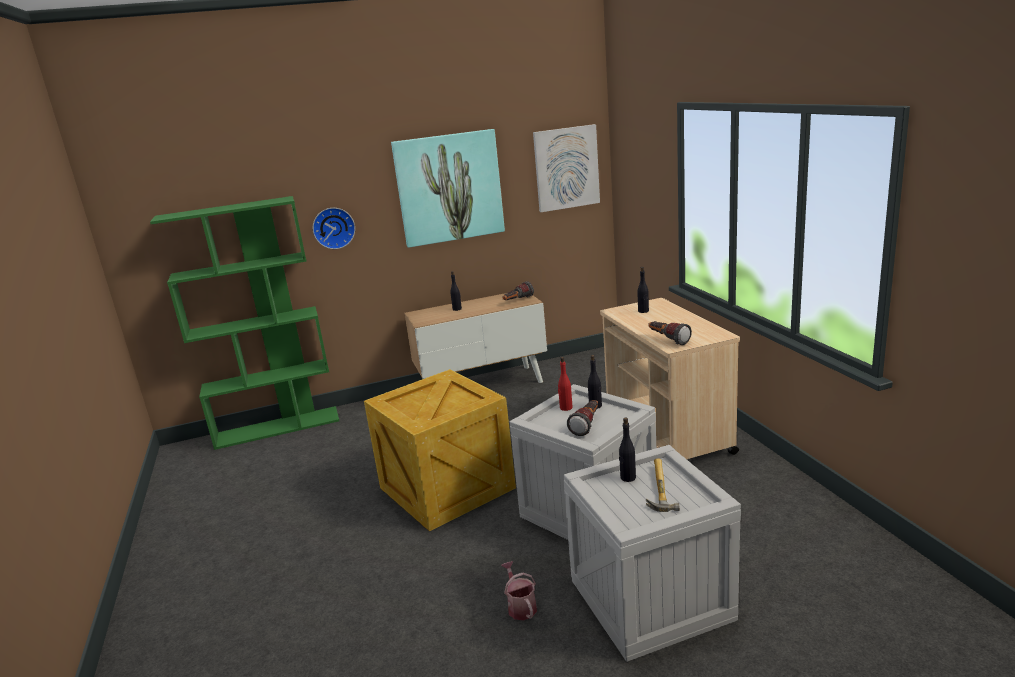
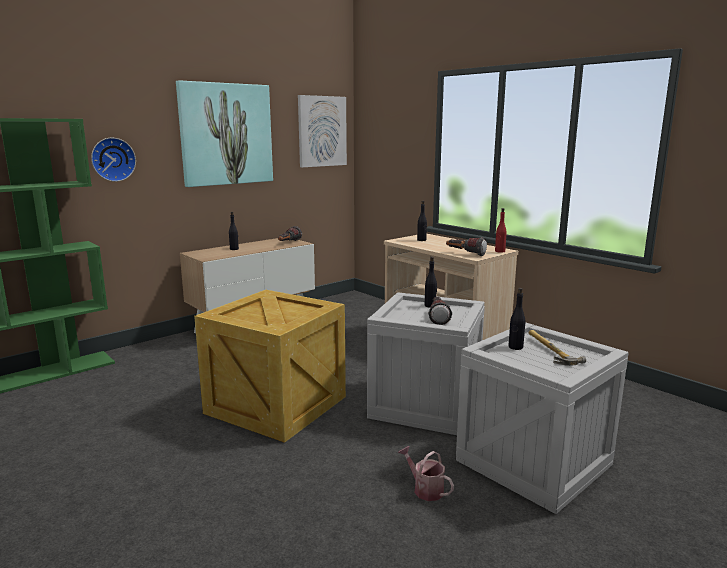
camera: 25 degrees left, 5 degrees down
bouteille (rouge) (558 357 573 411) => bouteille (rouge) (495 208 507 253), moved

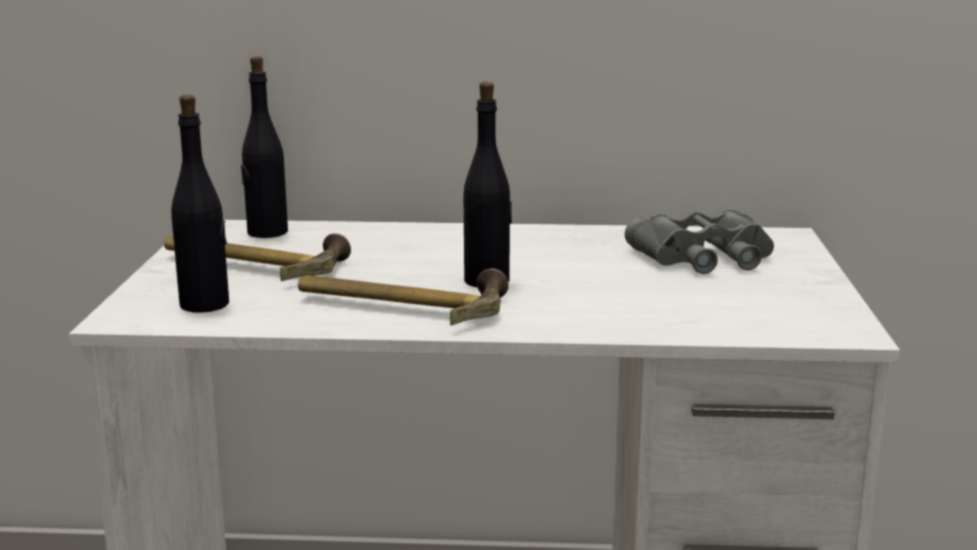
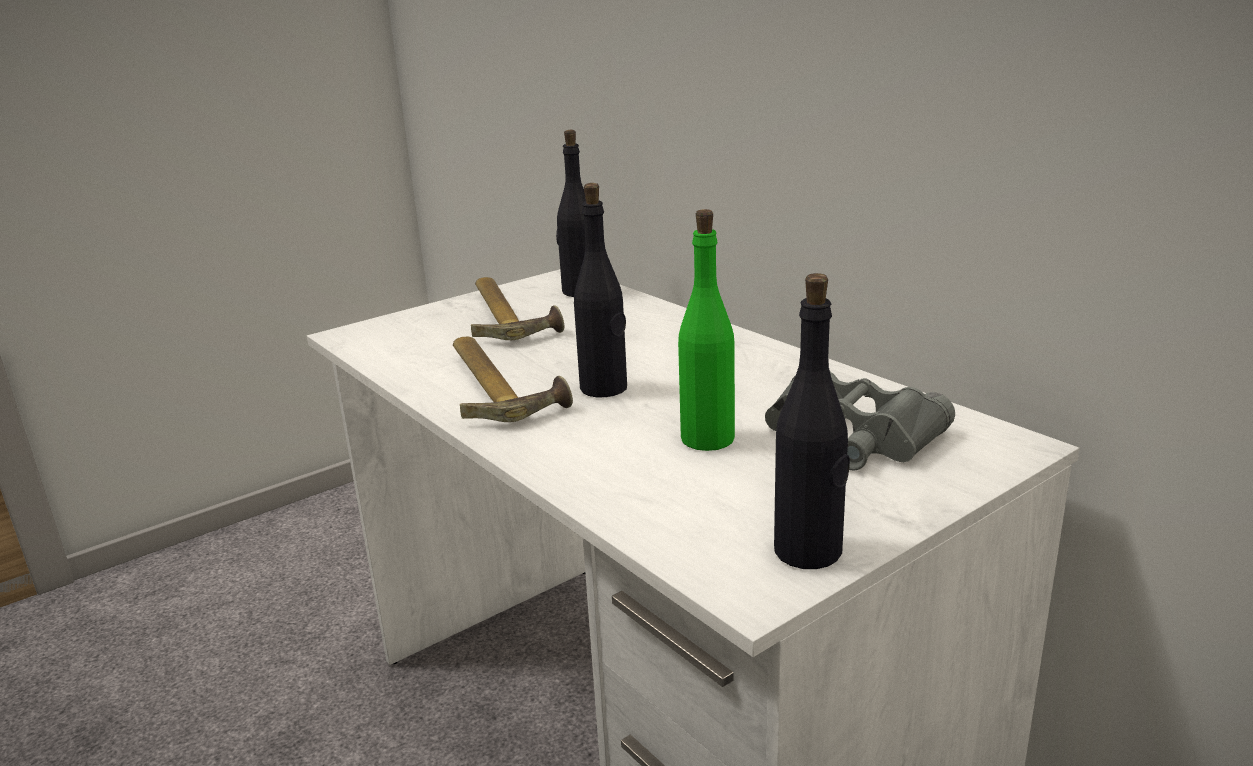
camera: 50 degrees right, 5 degrees up
nothing => bouteille (vert) (678 209 735 451)
bouteille (noir) (171 95 229 312) => bouteille (noir) (774 273 850 569), moved

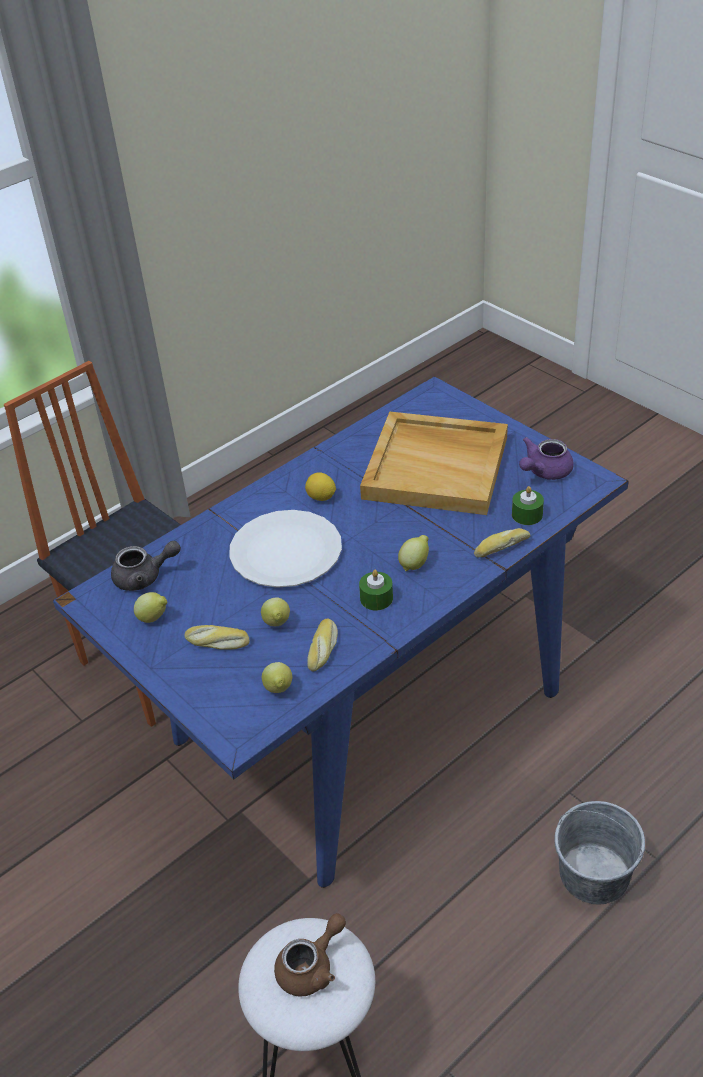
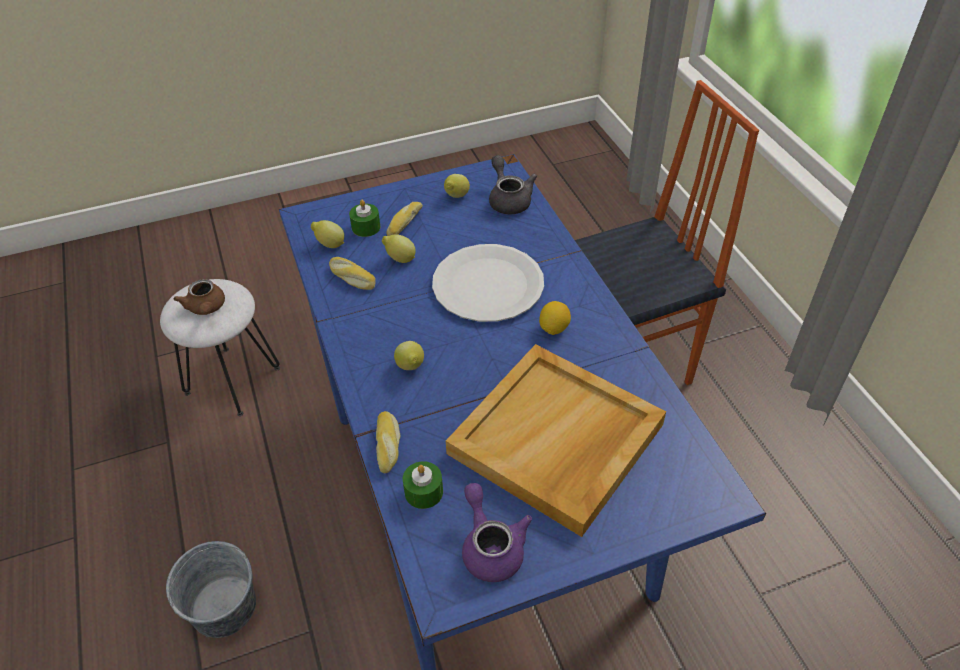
camera: 110 degrees right, 5 degrees up
bougie (vert) (359 570 393 610) => bougie (vert) (349 200 380 237), moved
théière (gris) (111 541 181 591) => théière (gris) (489 155 537 214), 150 degrees clockwise

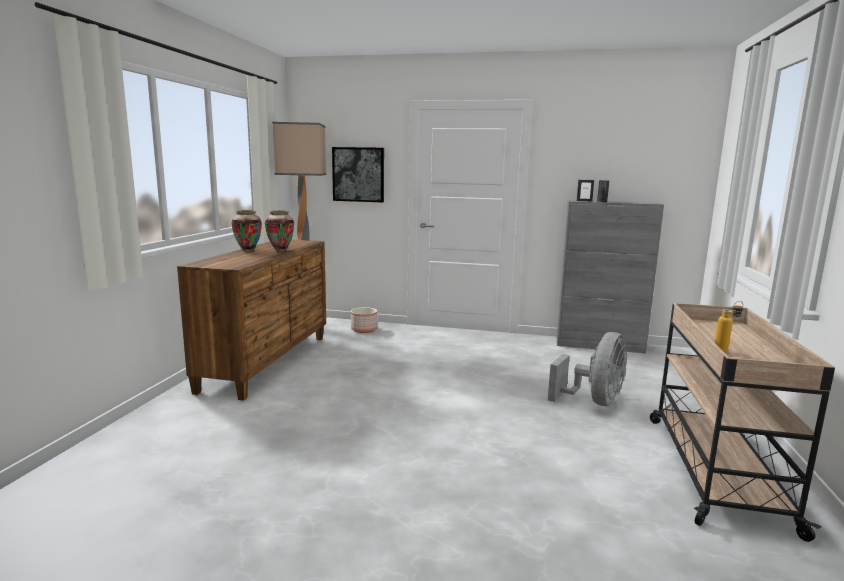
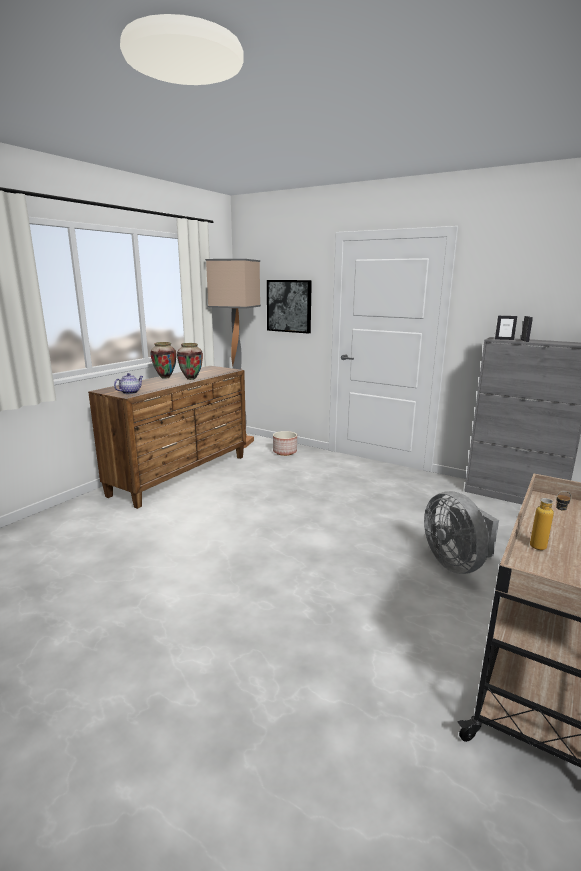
camera: 20 degrees right, 5 degrees up
nothing => théière (114 373 143 394)
ventilateur (gris) (548 332 627 406) => ventilateur (gris) (424 491 499 574), 105 degrees clockwise

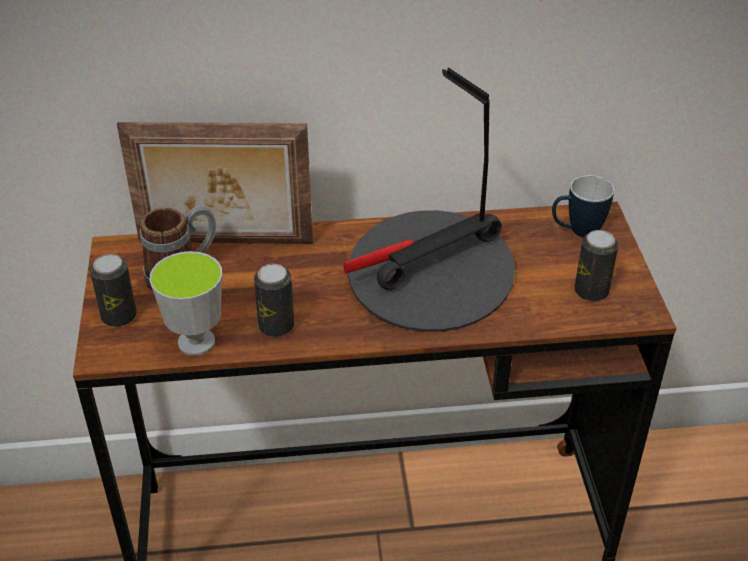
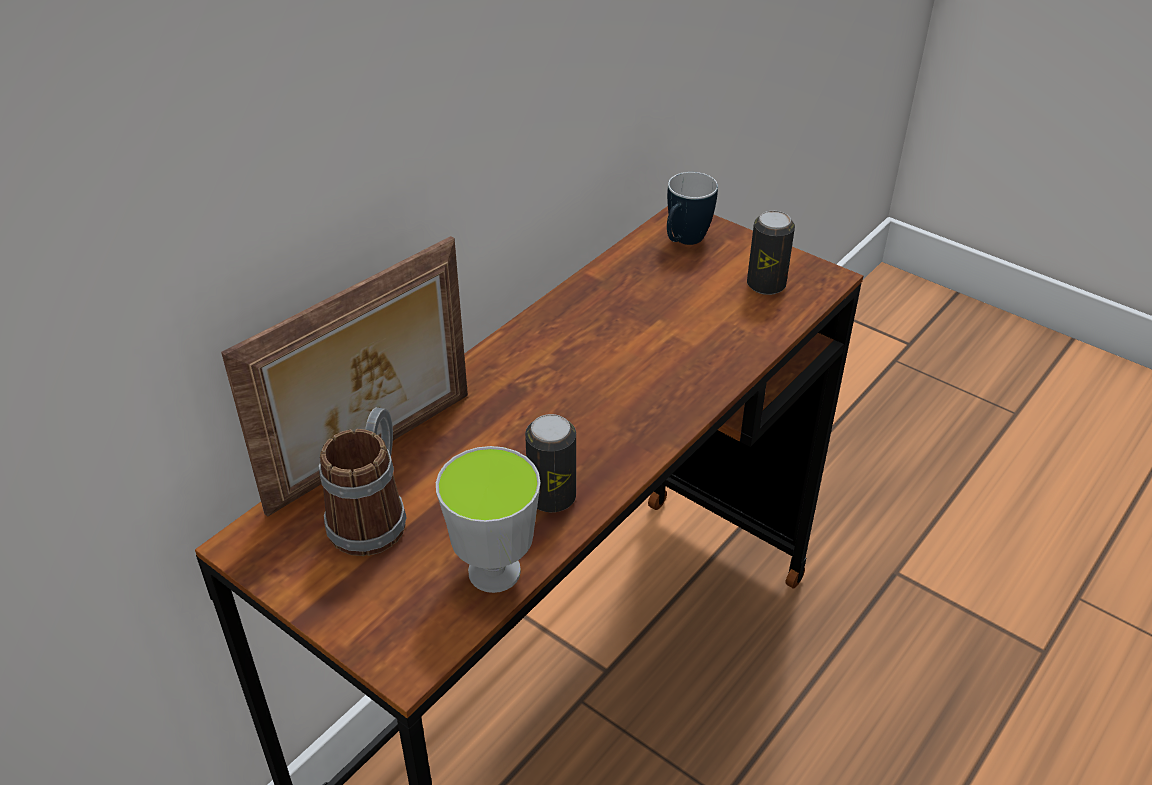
camera: 45 degrees left, 0 degrees up
boîte métallique (90 254 137 327) => nothing
lampe de table (344 67 515 332) => nothing

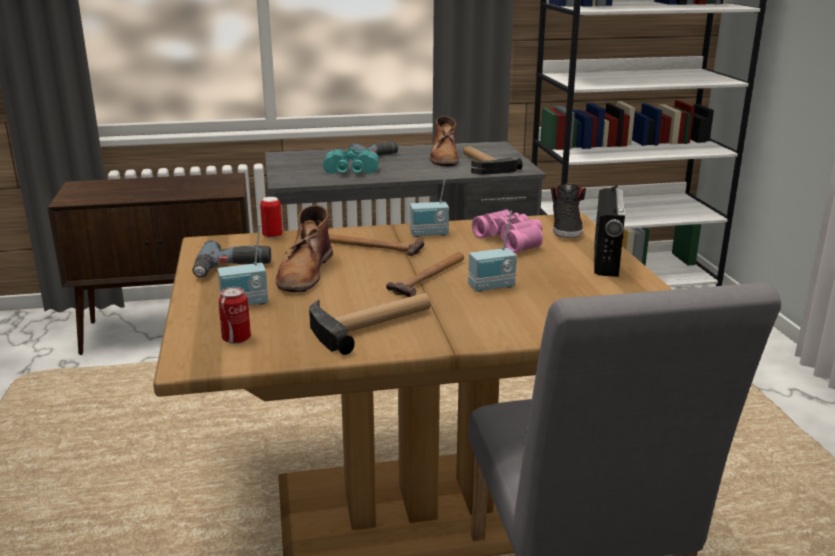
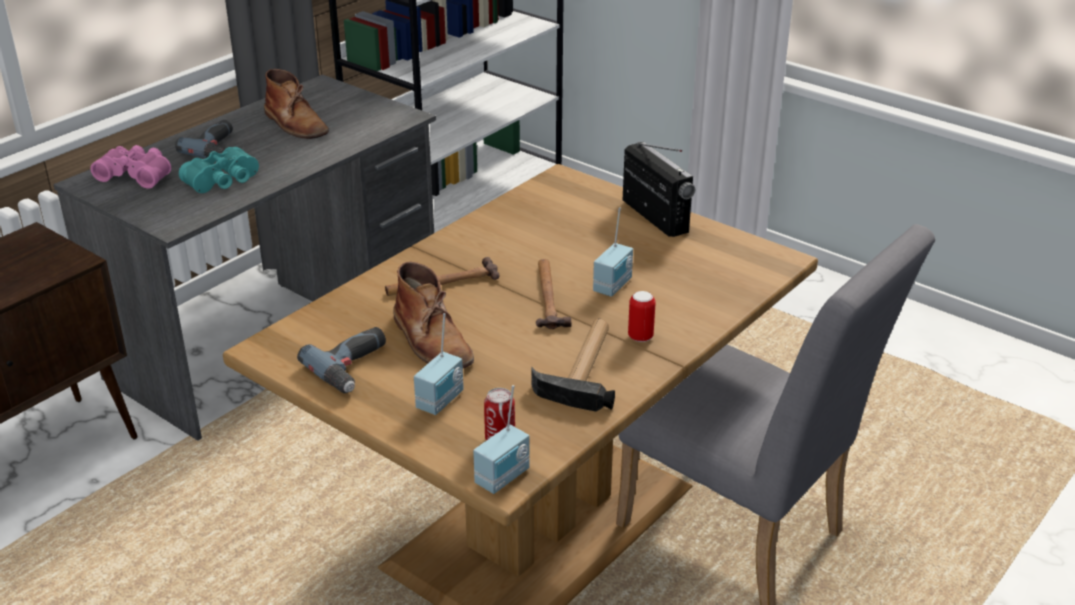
camera: 40 degrees left, 10 degrees up
jumelles (rose) (472 209 543 253) => jumelles (rose) (90 145 171 189), moved
radio (410 169 449 237) => radio (473 385 530 494), moved
boîte métallique (260 197 283 239) => boîte métallique (628 291 656 342), moved
marteau (463 146 523 175) => nothing
chaussure (noir) (551 183 586 238) => nothing

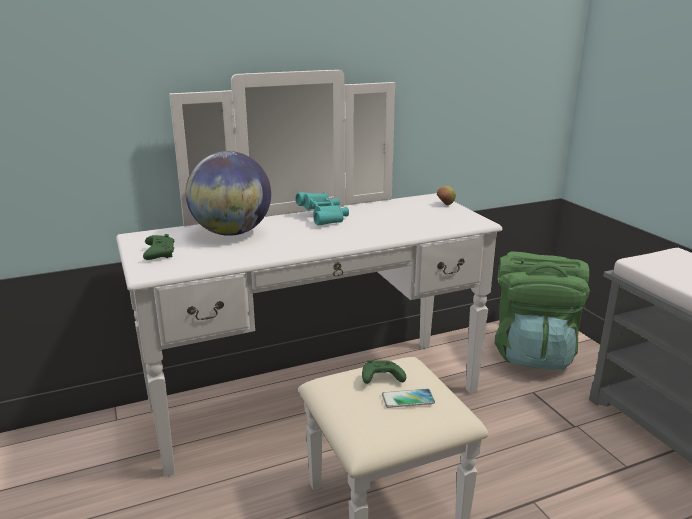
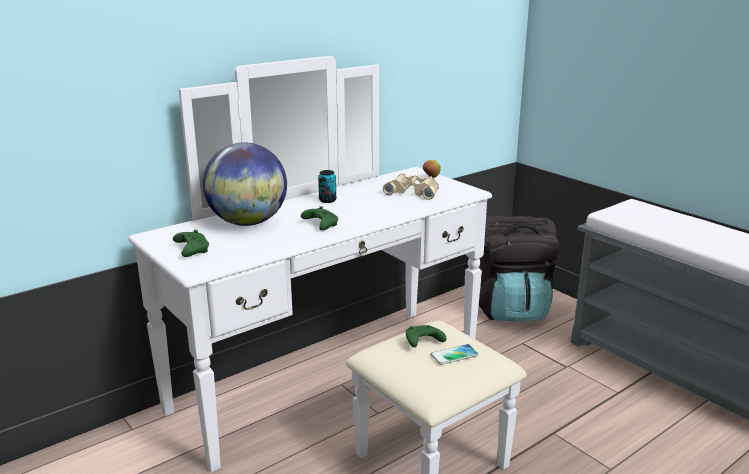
camera: 15 degrees left, 0 degrees up
nothing => manette (vert) (301 206 338 230)
jumelles (turquoise) (295 192 349 225) => boîte métallique (318 170 336 203)
nothing => jumelles (beige) (383 173 439 200)
sac à dos (vert) (494 251 590 370) => sac à dos (noir) (479 216 560 321)

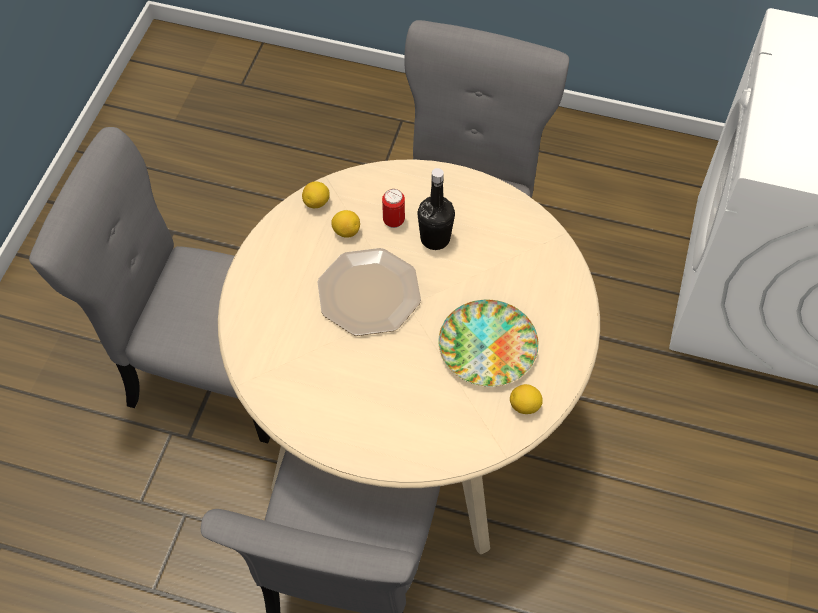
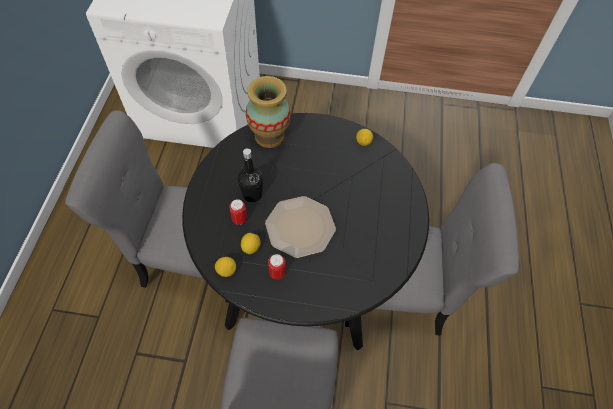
camera: 100 degrees left, 0 degrees up
table à manger (beige) (218 160 600 554) => table à manger (noir) (182 113 429 350)
nothing => vase (246 76 291 148)
nothing => boîte métallique (268 254 286 279)
assiette (438 300 539 386) => nothing

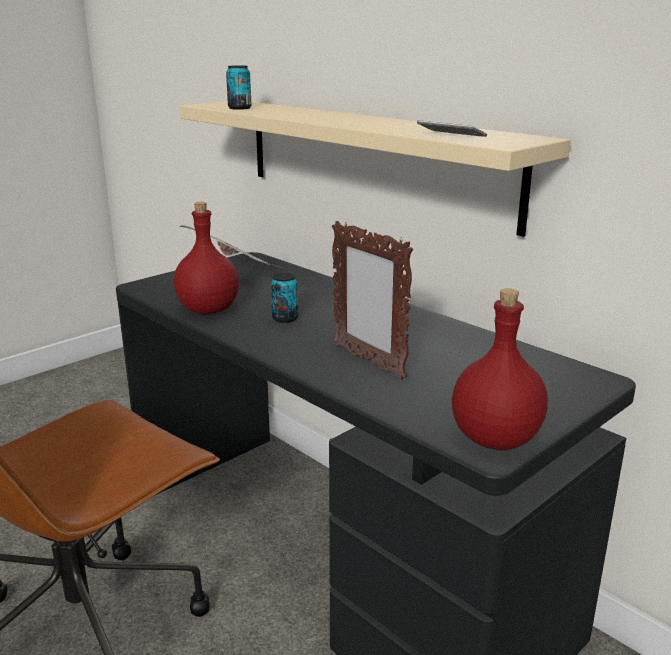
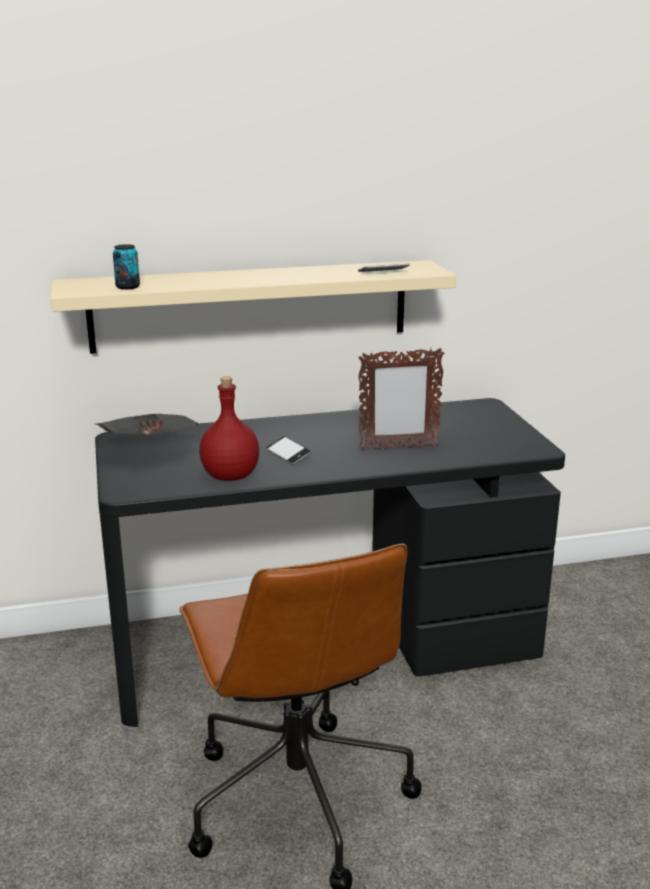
camera: 60 degrees left, 0 degrees up
boîte métallique (271 273 298 323) => téléphone (266 436 311 465)
bouteille (rouge) (452 289 548 450) => nothing

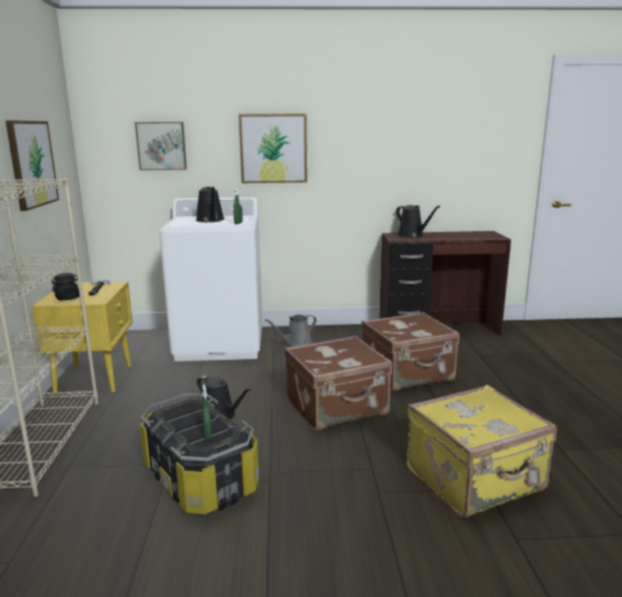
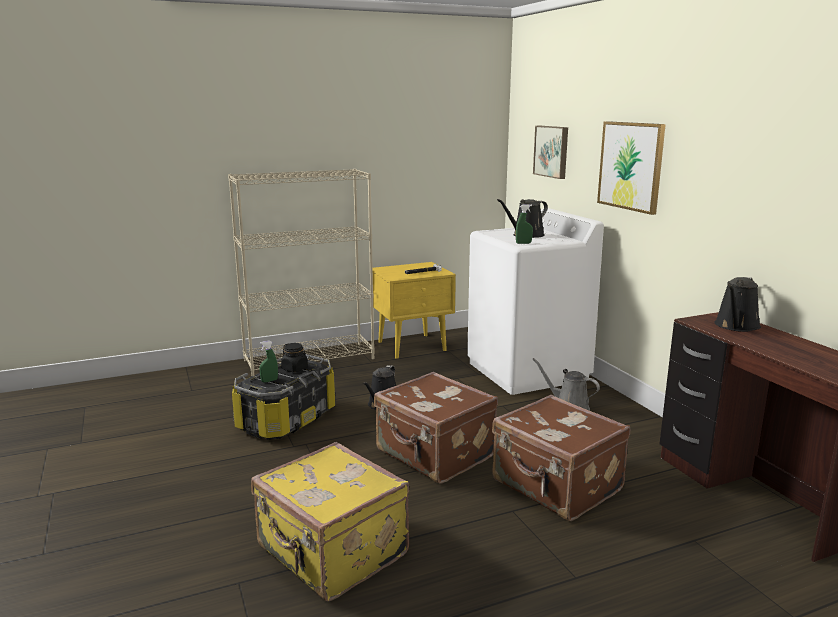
camera: 70 degrees right, 0 degrees up
bocal (noir) (51 273 80 300) => bocal (noir) (281 343 308 372), moved
tableau (5 120 59 211) => nothing

